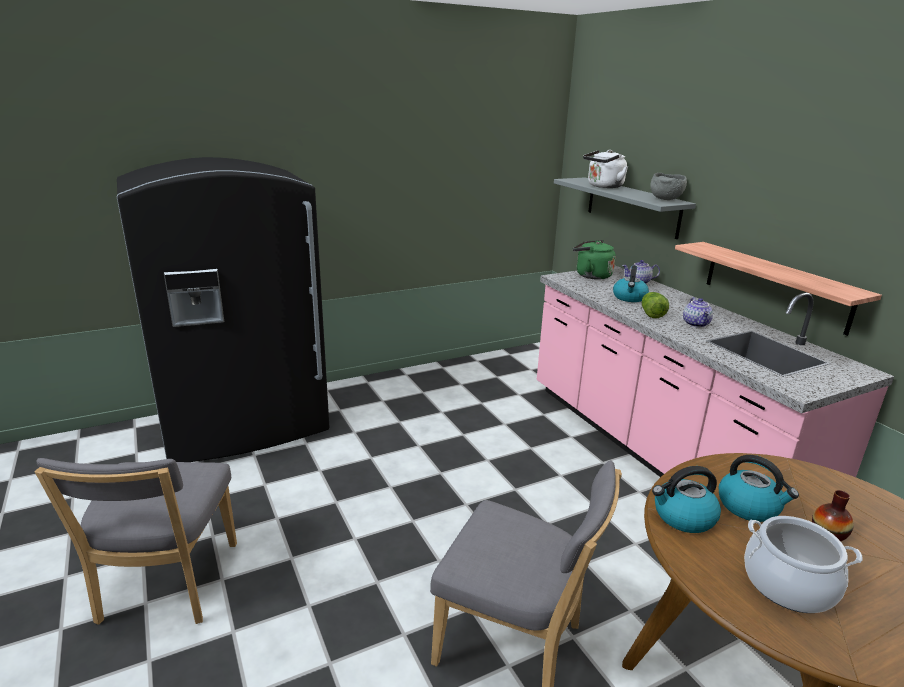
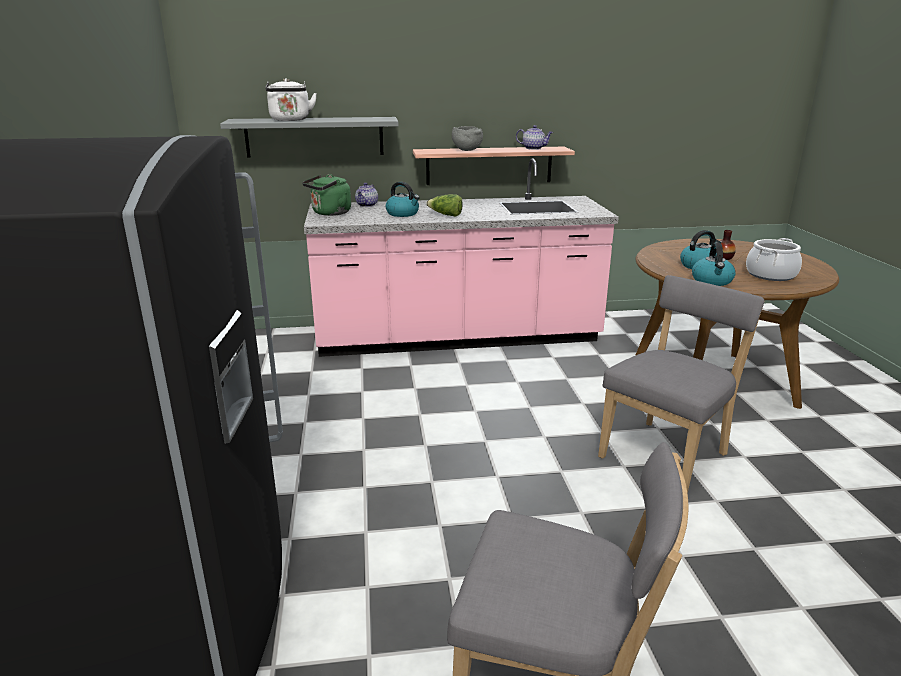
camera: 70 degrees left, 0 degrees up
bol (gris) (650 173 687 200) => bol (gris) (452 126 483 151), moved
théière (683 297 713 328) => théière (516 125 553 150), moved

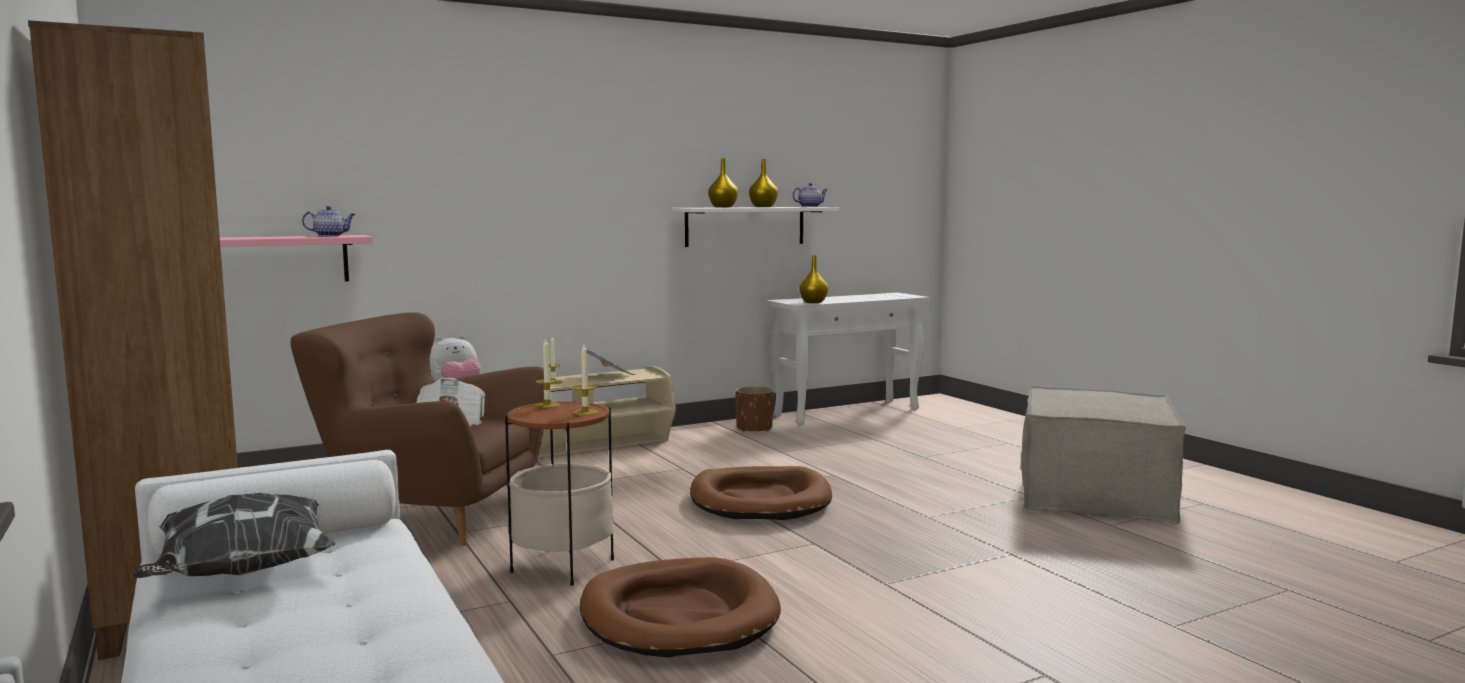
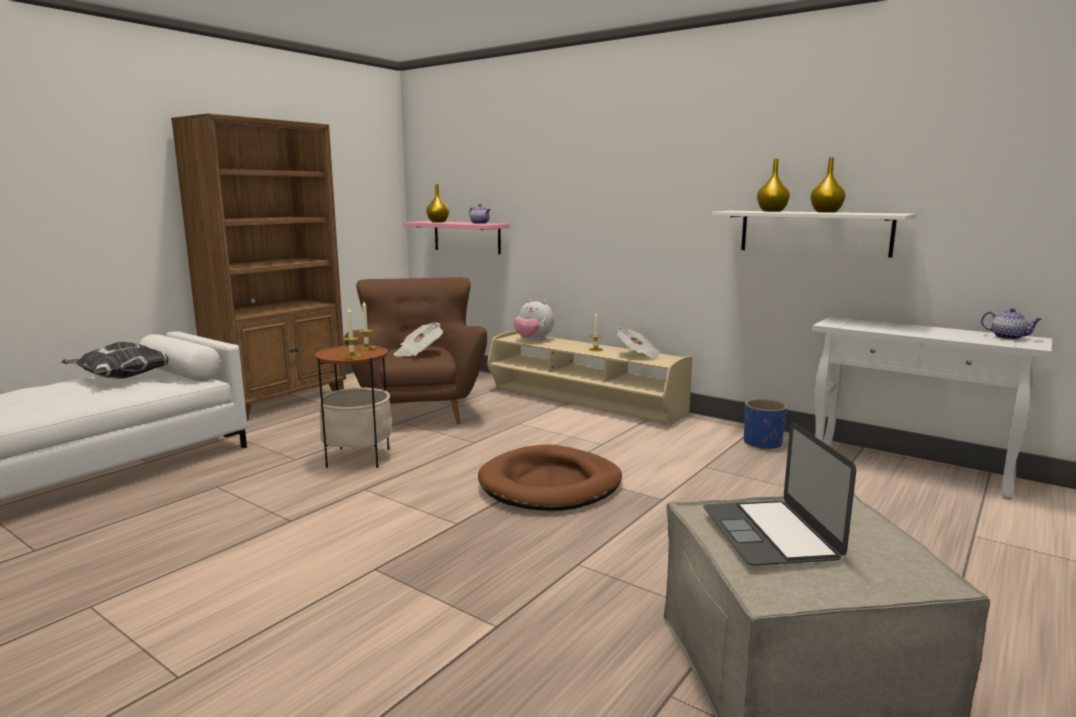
camera: 65 degrees right, 5 degrees up
vase (jaune) (799 255 828 303) => vase (jaune) (426 184 449 223), moved
nothing => ordinateur portable (703 422 856 565)
cache-pot (marron) (735 386 774 432) => cache-pot (bleu) (744 399 787 450)
théière (792 183 828 207) => théière (981 308 1042 340), moved
panier pour chien (marron) (580 557 781 658) => nothing

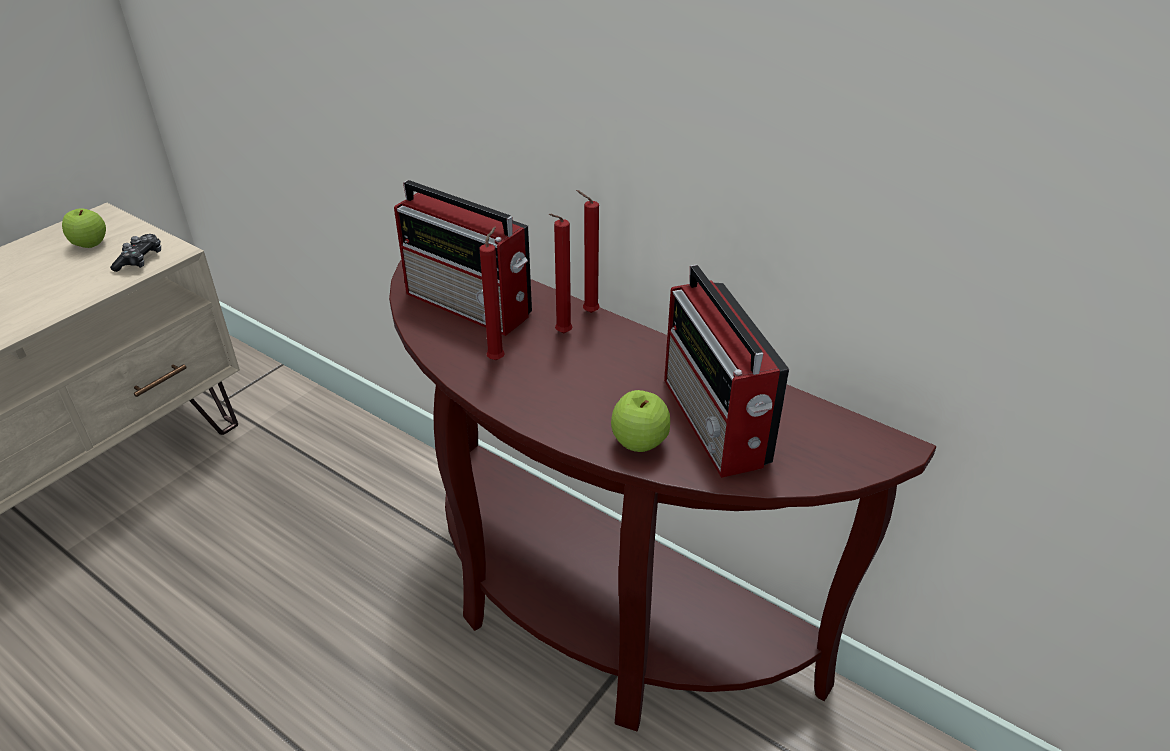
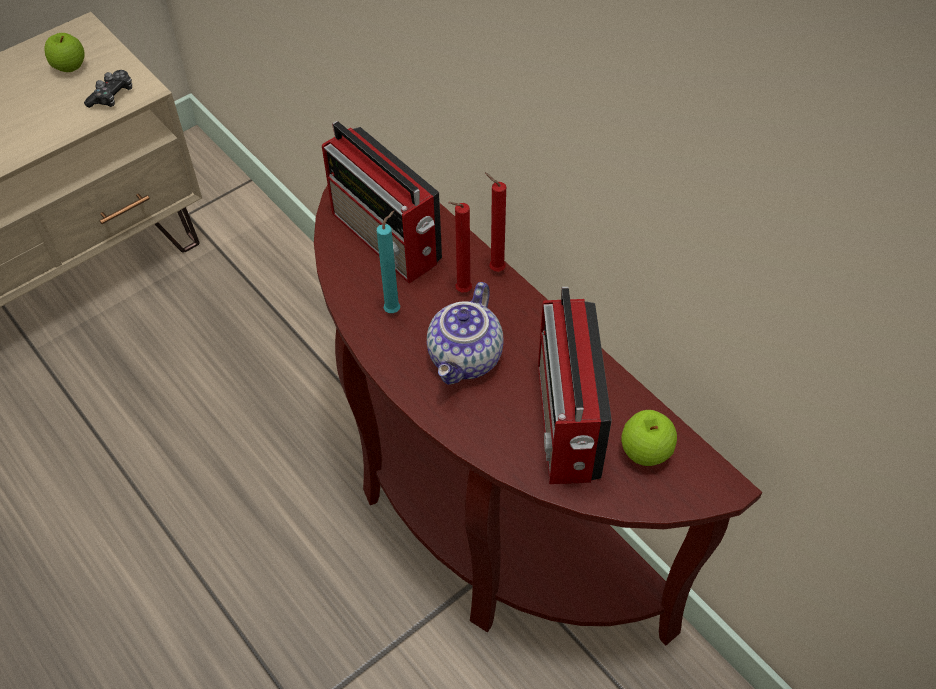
camera: 15 degrees right, 15 degrees up
bougie (rouge) (479 226 505 360) => bougie (turquoise) (377 211 400 313)
nothing => théière (427 282 503 385)
pomme (611 390 670 452) => pomme (621 410 677 466), moved

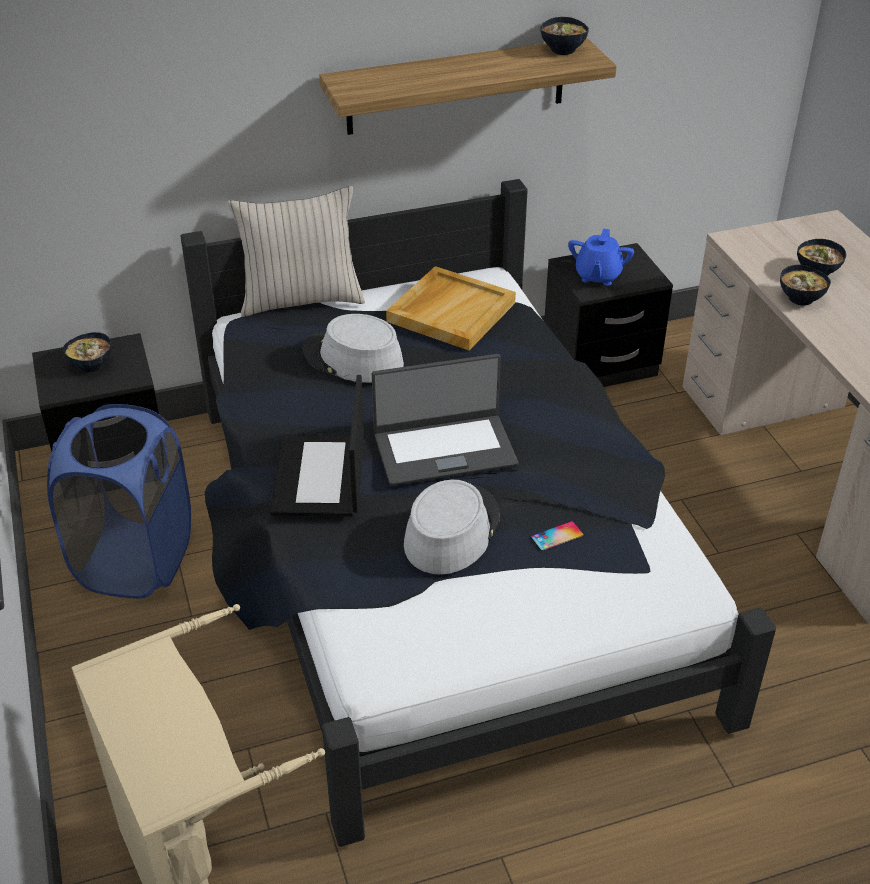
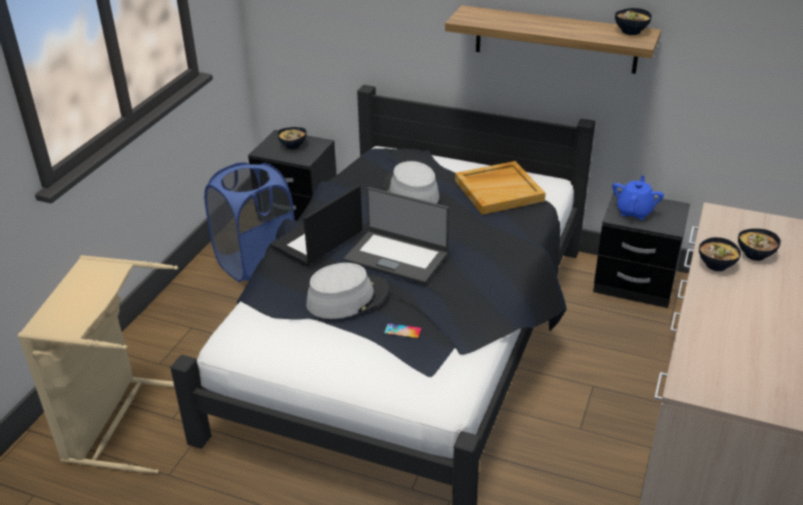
camera: 40 degrees right, 5 degrees down
théière (bleu) (568 228 634 286) => théière (bleu) (612 176 664 220), 150 degrees clockwise
coussin (beige) (227 186 365 317) => nothing

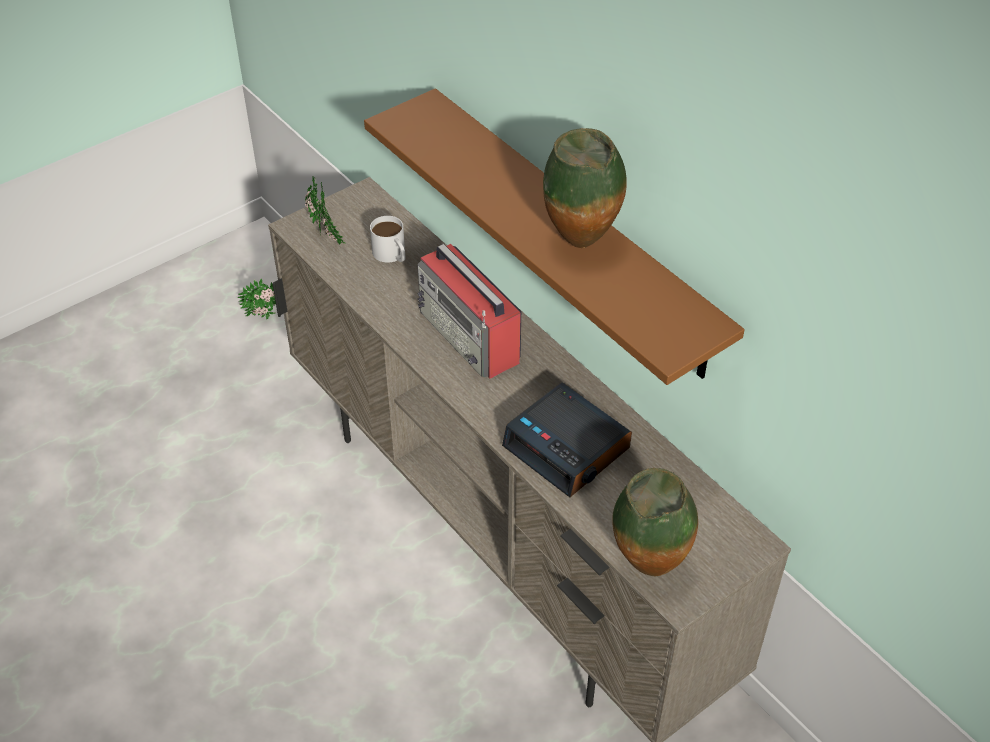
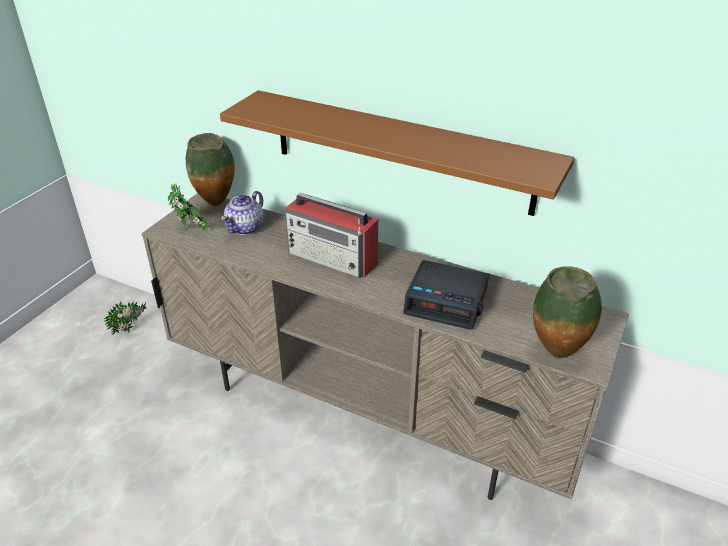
camera: 25 degrees left, 10 degrees down
vase (543 128 627 248) => vase (186 133 235 206), moved
mug (blanc) (370 216 405 262) => théière (221 191 263 235)

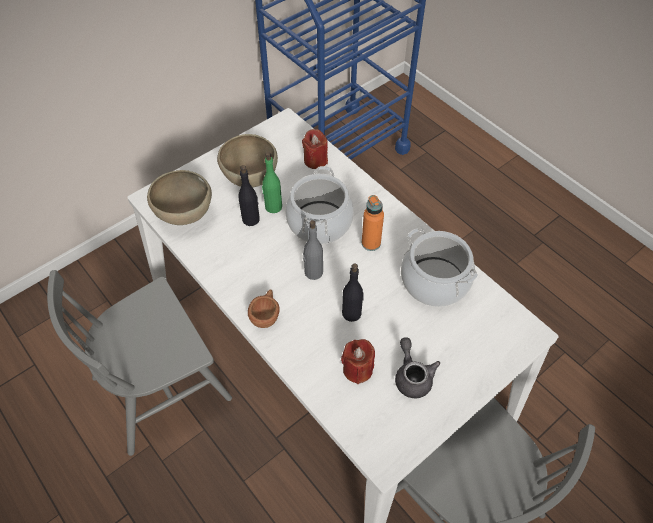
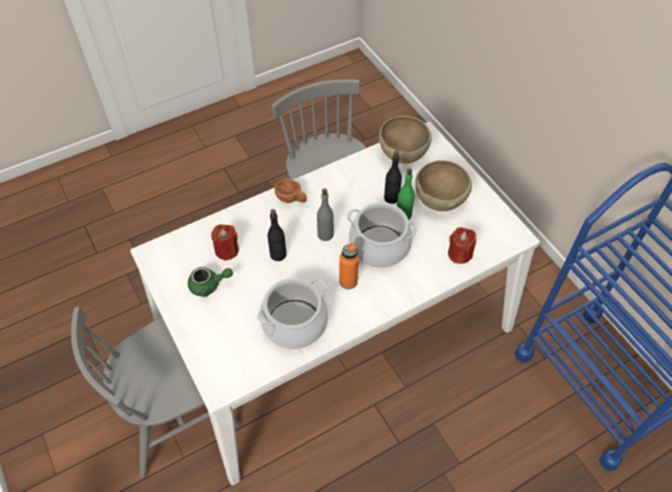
camera: 100 degrees right, 0 degrees up
théière (gris) (395 337 440 398) => théière (vert) (188 267 233 297)

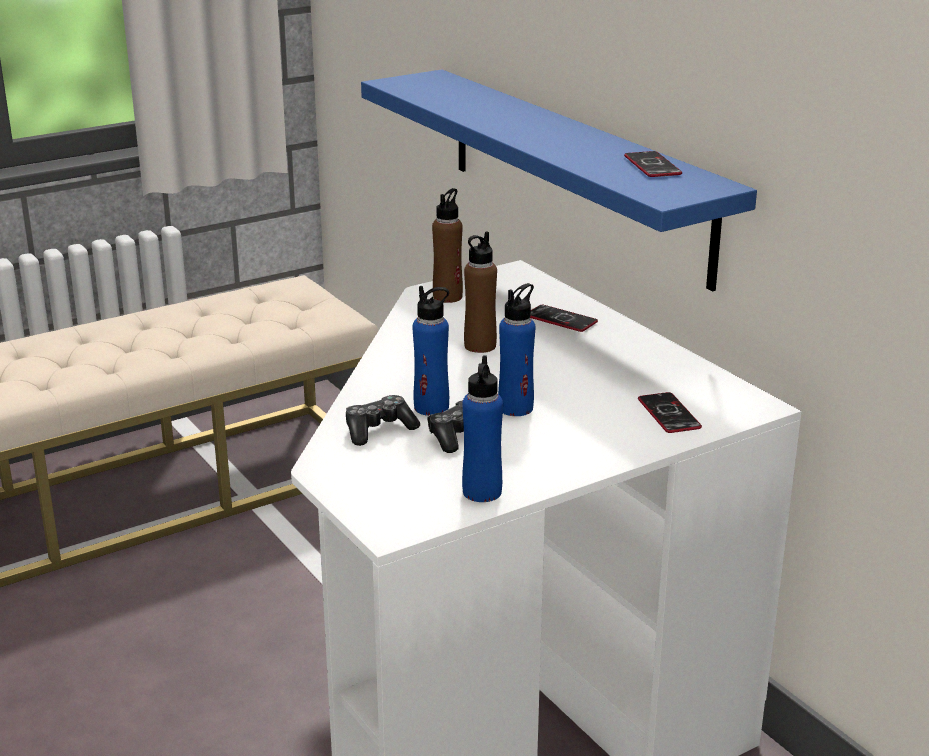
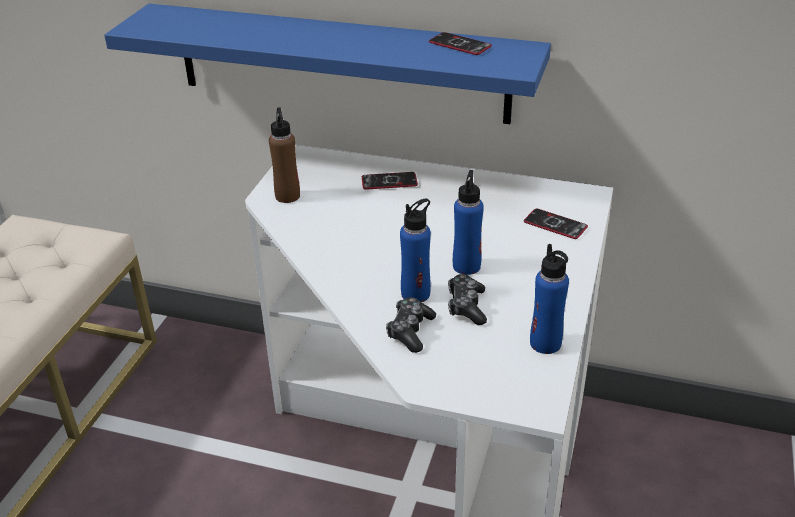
camera: 40 degrees left, 10 degrees up
bouteille (marron) (464 231 497 353) => nothing

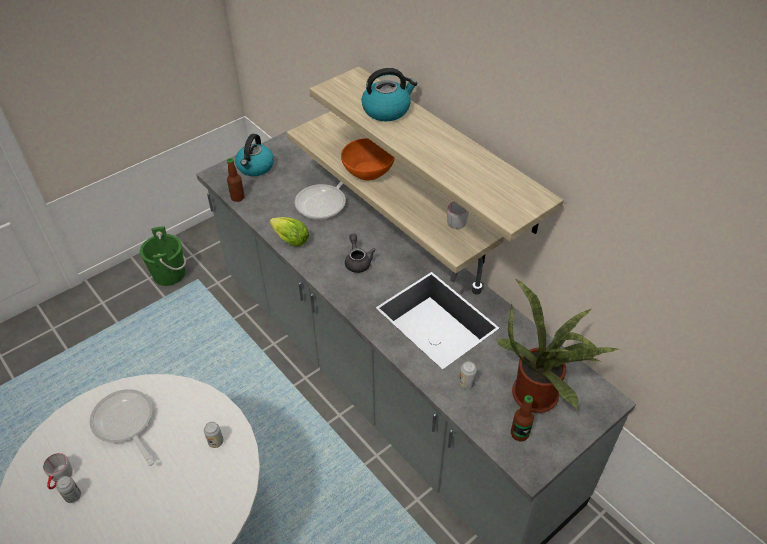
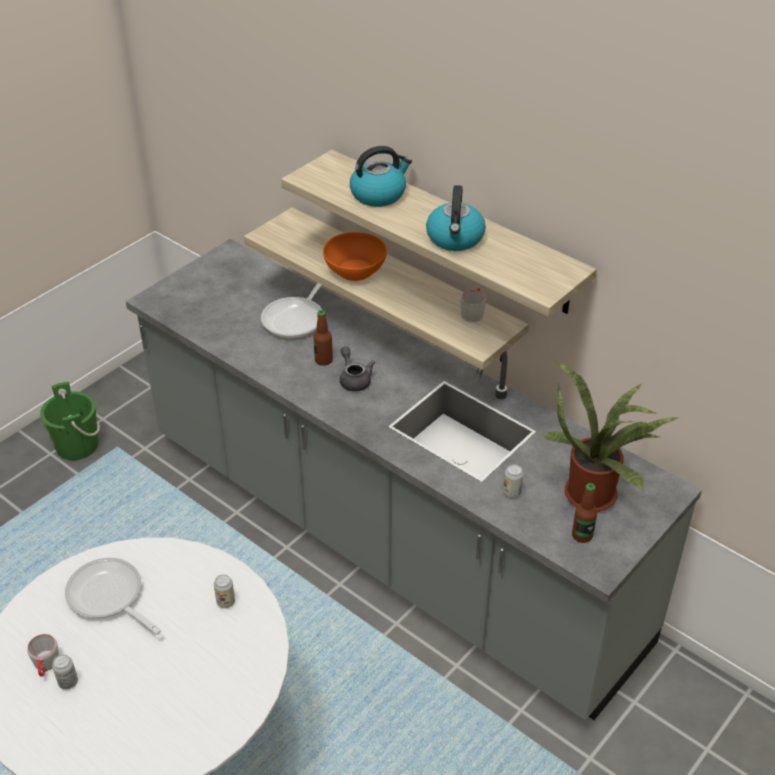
camera: 10 degrees left, 5 degrees down
bouteille (227 158 245 202) => bouteille (314 310 333 366), moved
bouilloire (235 134 274 176) => bouilloire (426 185 486 251), moved
laitue (269 217 309 246) => nothing

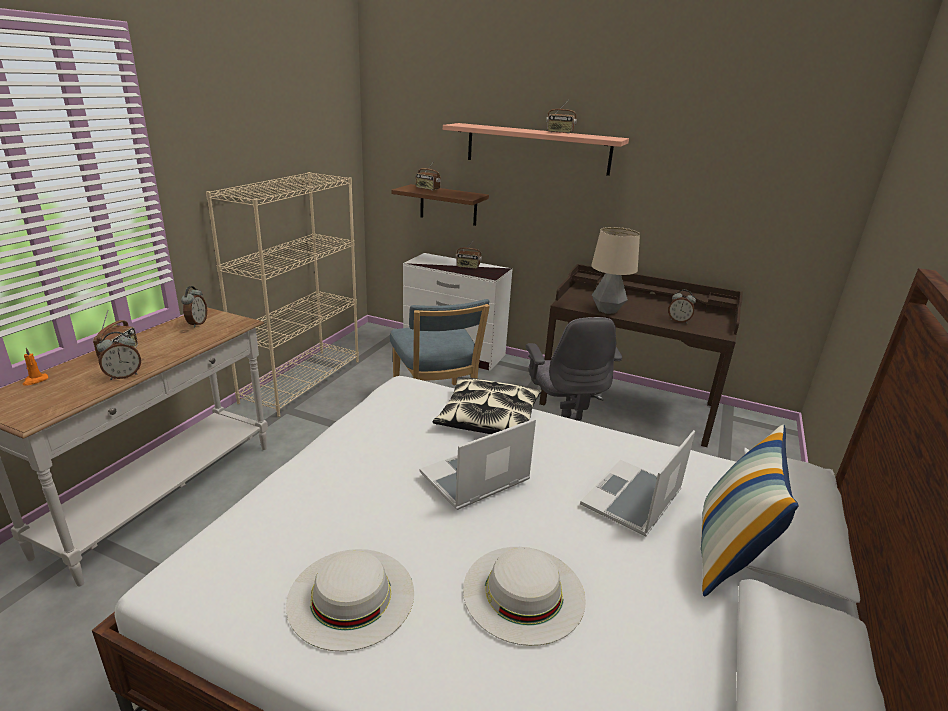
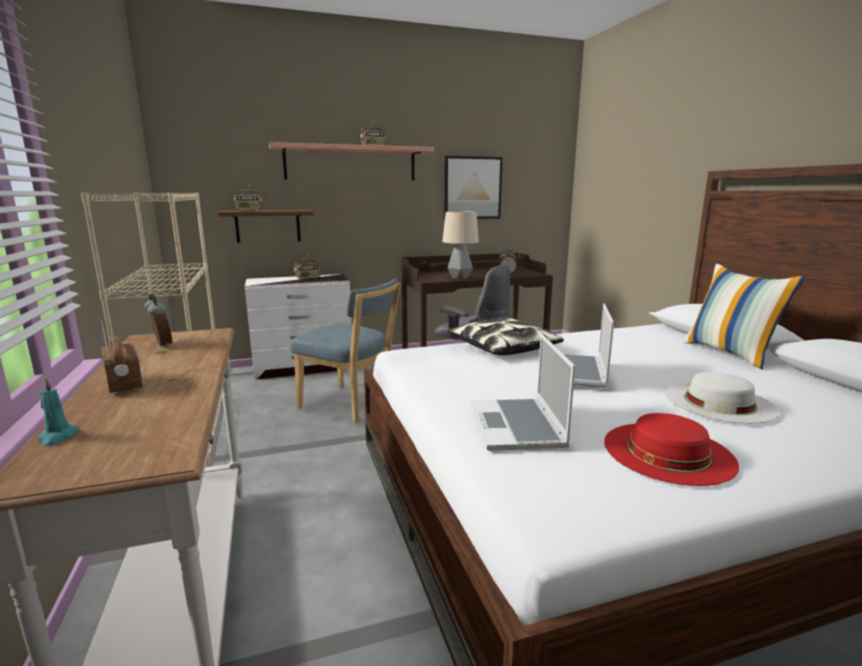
camera: 40 degrees left, 10 degrees down
bougie (orange) (23 348 48 386) => bougie (turquoise) (38 378 80 446)
nothing => tableau (444 156 503 219)
ordinateur portable (580 430 695 536) => ordinateur portable (471 334 575 451), moved
chapeau (blanc) (286 549 414 652) => chapeau (rouge) (604 413 739 486)
réveil (97 332 141 380) => nothing

